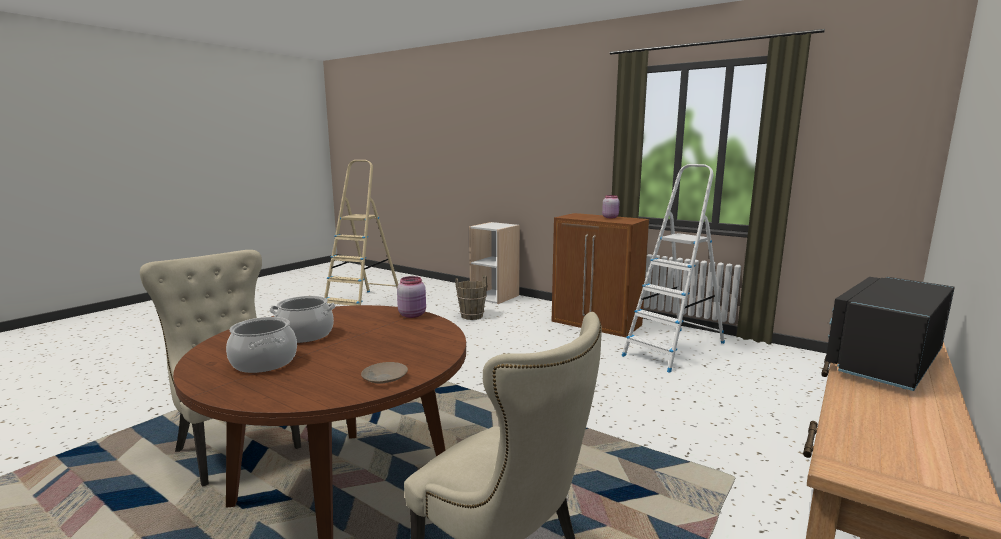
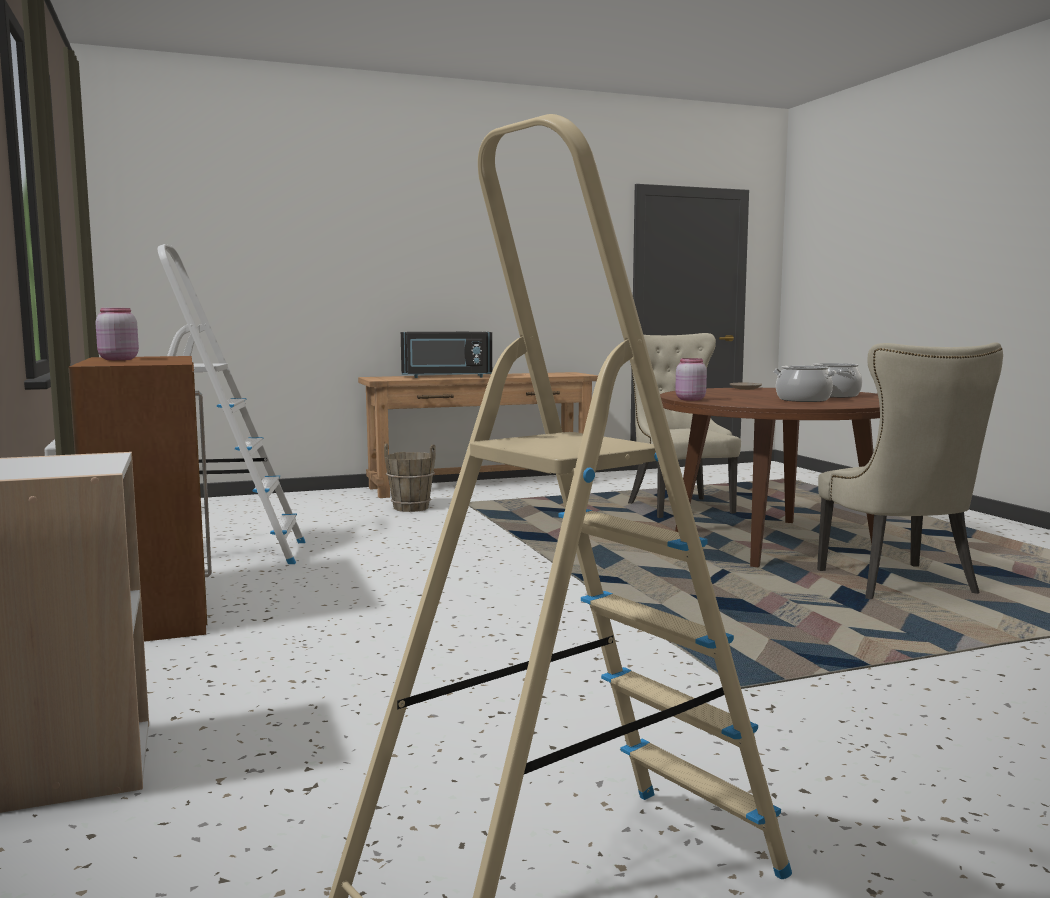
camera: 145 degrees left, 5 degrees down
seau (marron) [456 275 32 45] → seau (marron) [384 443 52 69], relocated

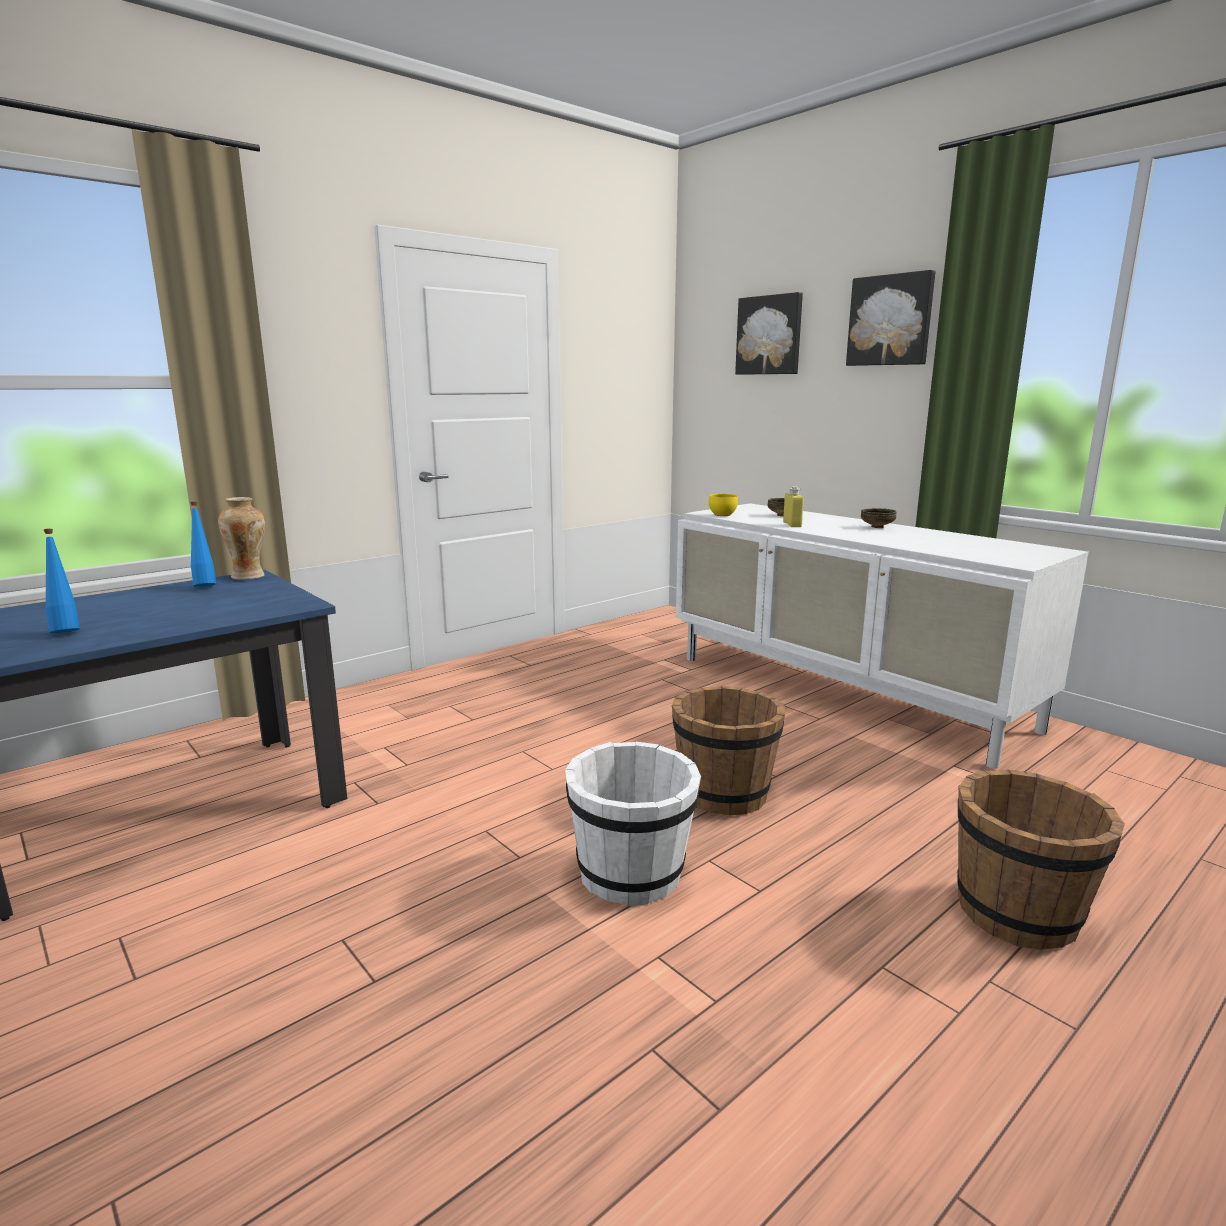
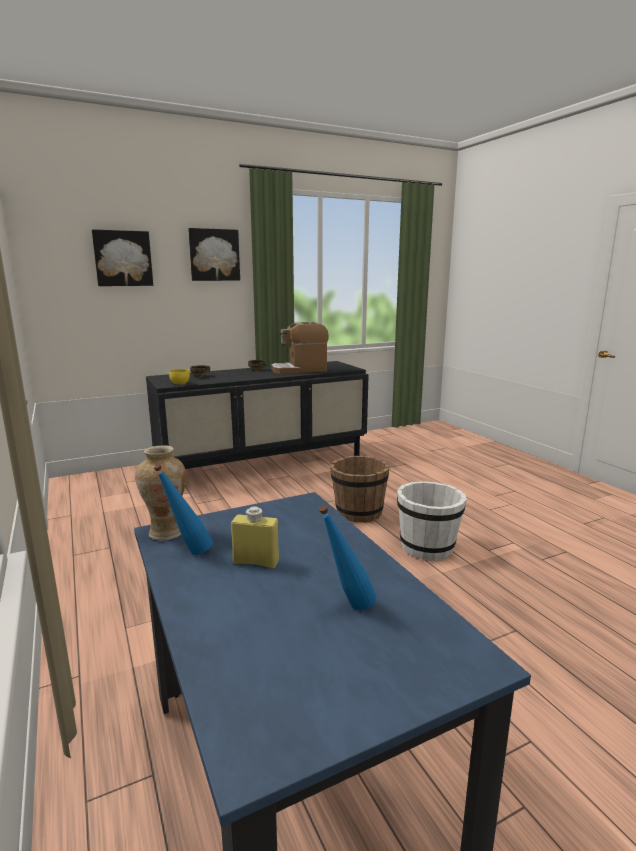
camera: 75 degrees left, 0 degrees up
bouteille (jaune) [783 486 21 41] → bouteille (jaune) [231 506 48 62], relocated
meuble de rangement (blanc) [676 503 413 266] → meuble de rangement (noir) [146 361 223 108]
seau (marron) [958 770 167 180] → -
- → machine à café [271 322 58 52]

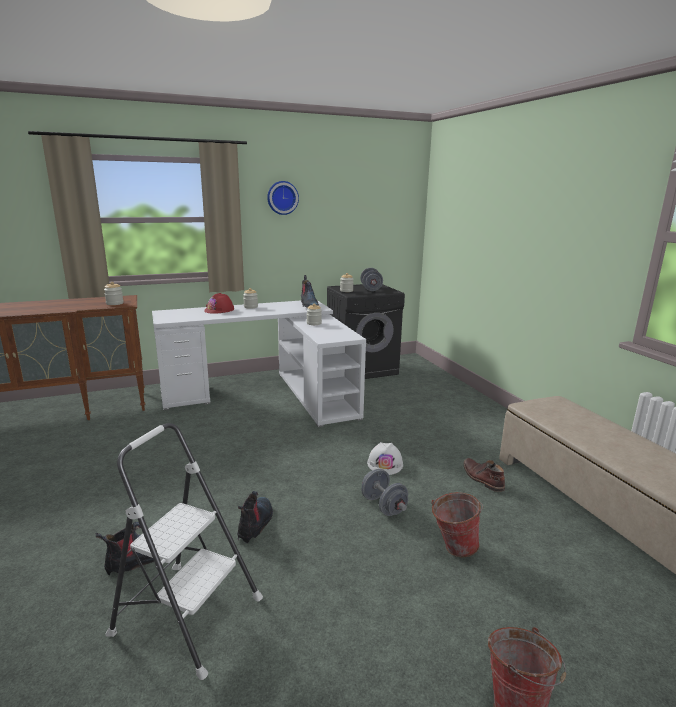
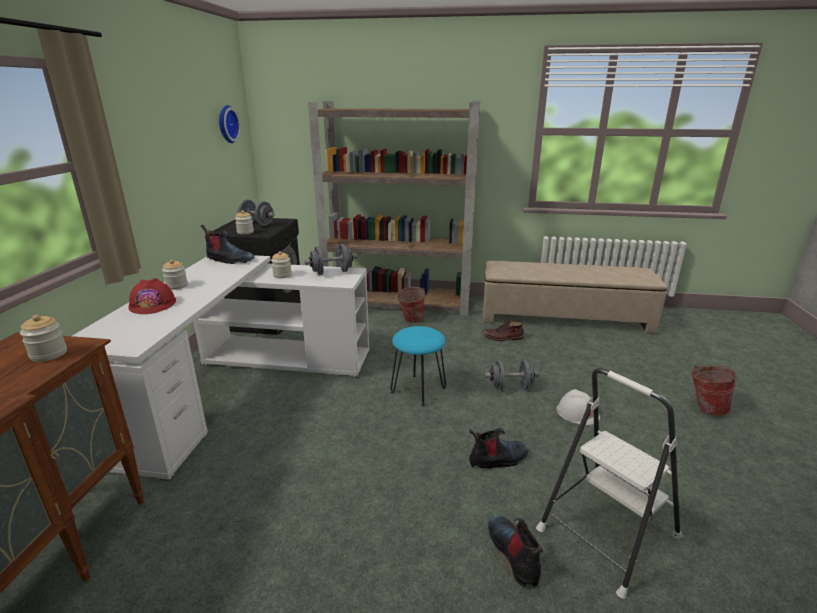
camera: 60 degrees left, 5 degrees up
horloge murale [267 181 32 34] → horloge murale [219 105 22 38], relocated
casque de chantier (blanc) [367 442 36 33] → casque de chantier (blanc) [556 389 44 36], relocated
botte [237 491 36 52] → botte [469 428 59 41], 120 degrees clockwise
seau [431 492 52 65] → seau [396 287 29 36], relocated
- → bibliothèque (marron) [308 101 172 215]
- → haltère (gris) [304 244 53 31]
- → tabouret (turquoise) [390 326 56 81]

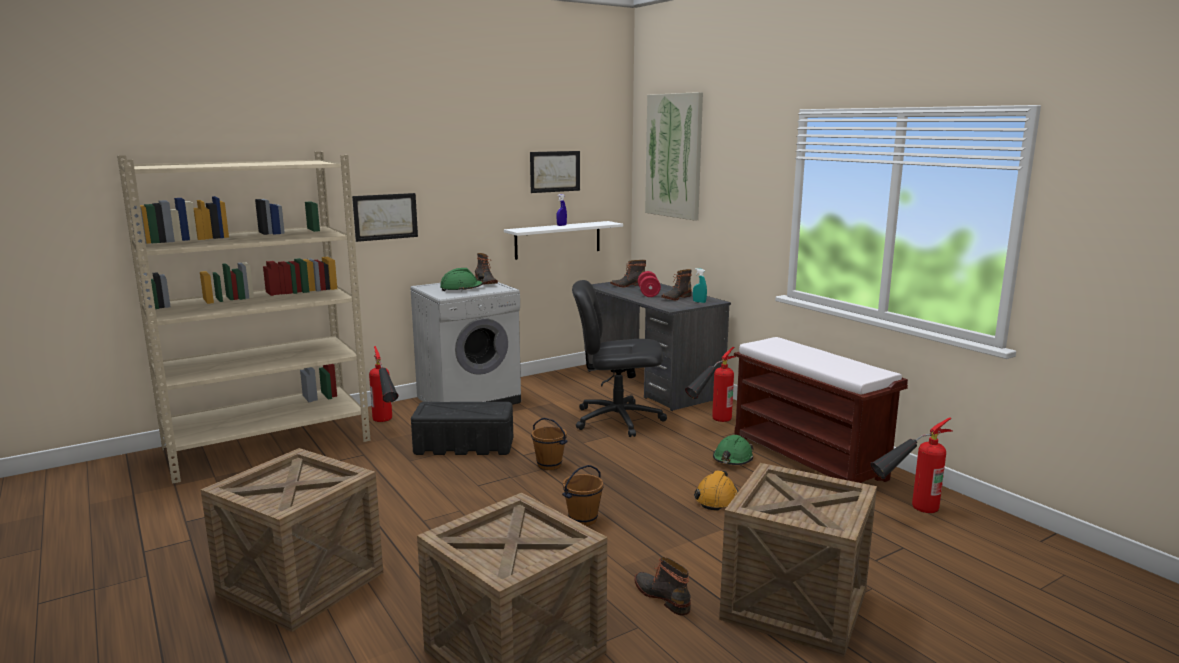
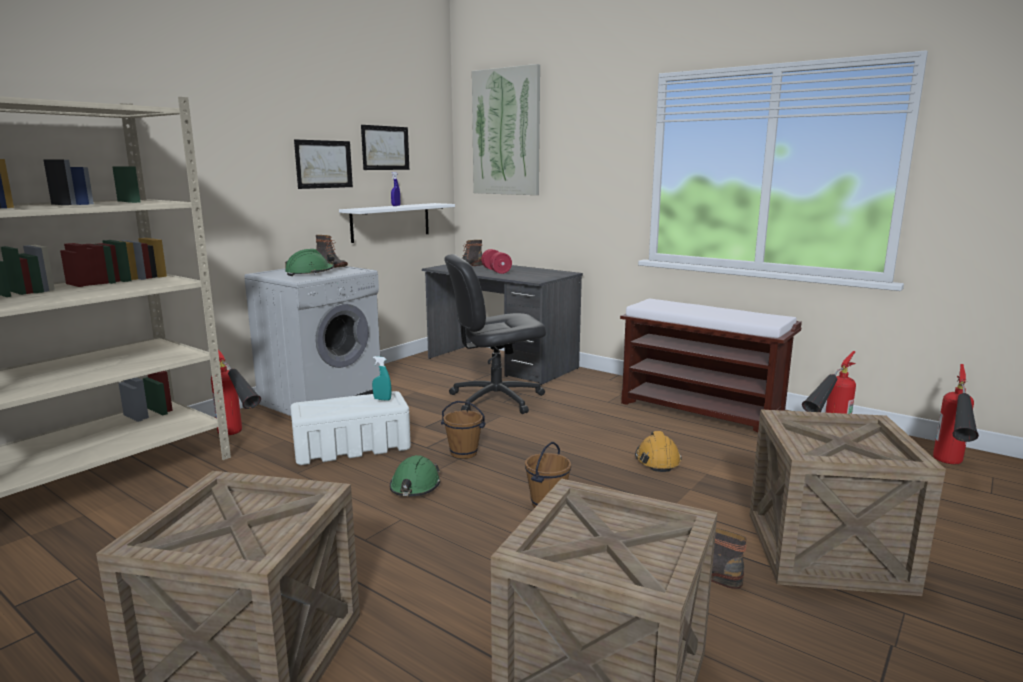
camera: 20 degrees left, 0 degrees up
tableau [352 193 66 49] → tableau [294 139 59 50], relocated
vaporisateur (turquoise) [693 268 14 35] → vaporisateur (turquoise) [372 356 19 45], relocated
botte [661 269 31 31] → -
extincteur [685 347 51 75] → extincteur [933 364 46 100], relocated
boîte de rangement (noir) [411 402 102 53] → boîte de rangement (blanc) [290 391 121 74]
casque de chantier (vert) [713 435 41 30] → casque de chantier (vert) [390 455 50 41], relocated

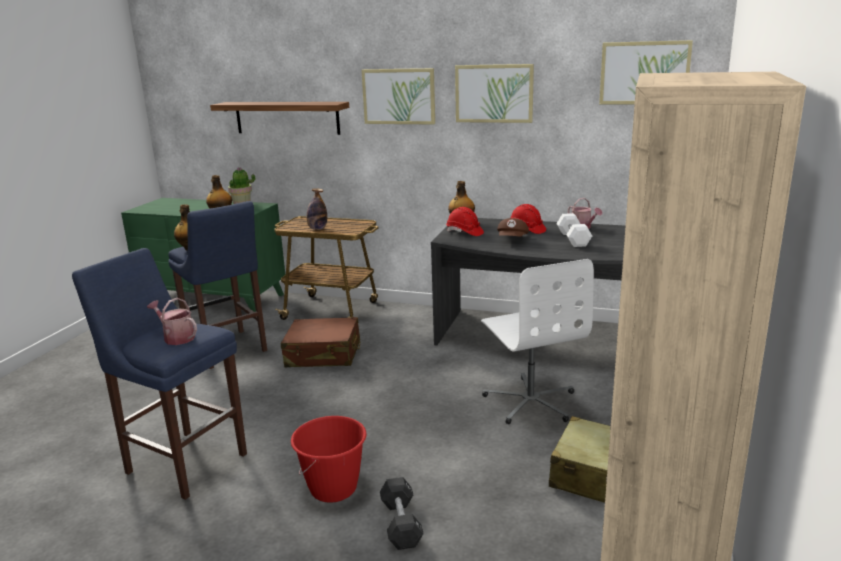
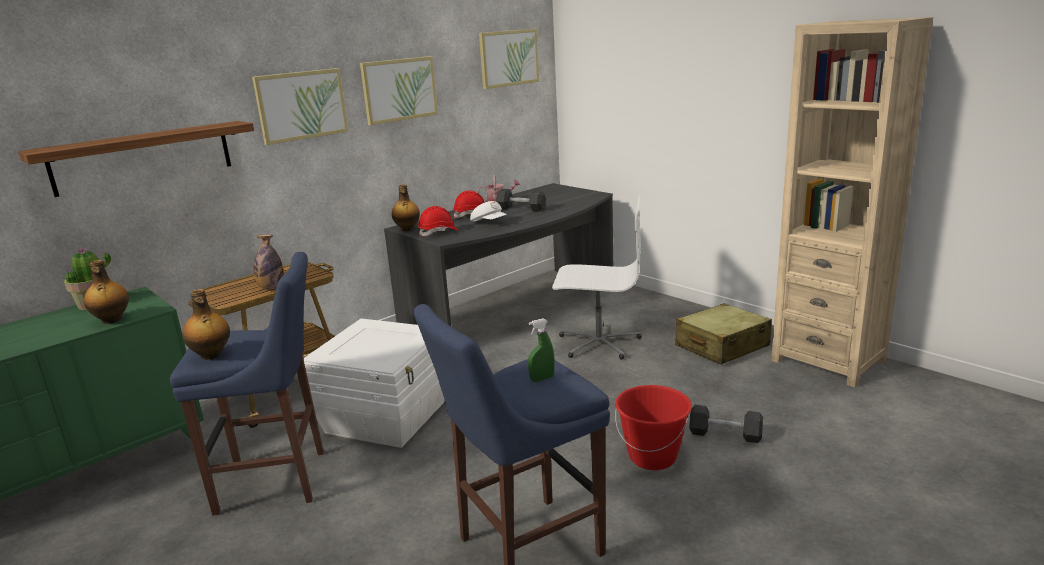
camera: 60 degrees left, 0 degrees up
haltère (blanc) [556 213 36 34] → haltère (noir) [496 189 50 23]
casquette (marron) [497 218 32 19] → casquette (blanc) [470 201 37 20]
arrosoir [147 298 50 47] → vaporisateur (vert) [528 318 27 64]
valise (marron) [281 317 79 50] → boîte de rangement (blanc) [303 319 142 129]

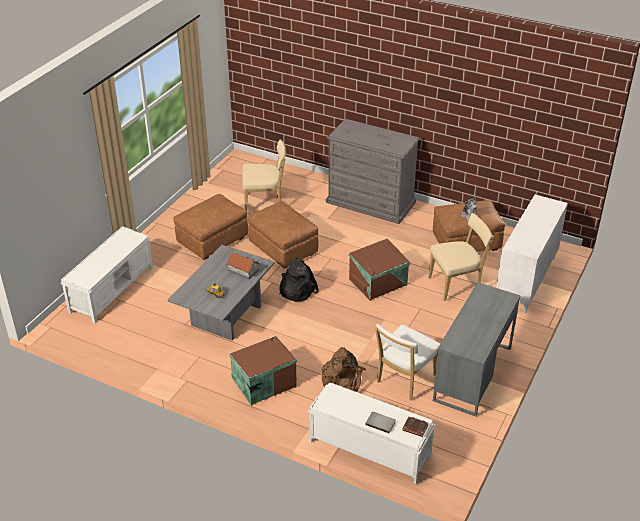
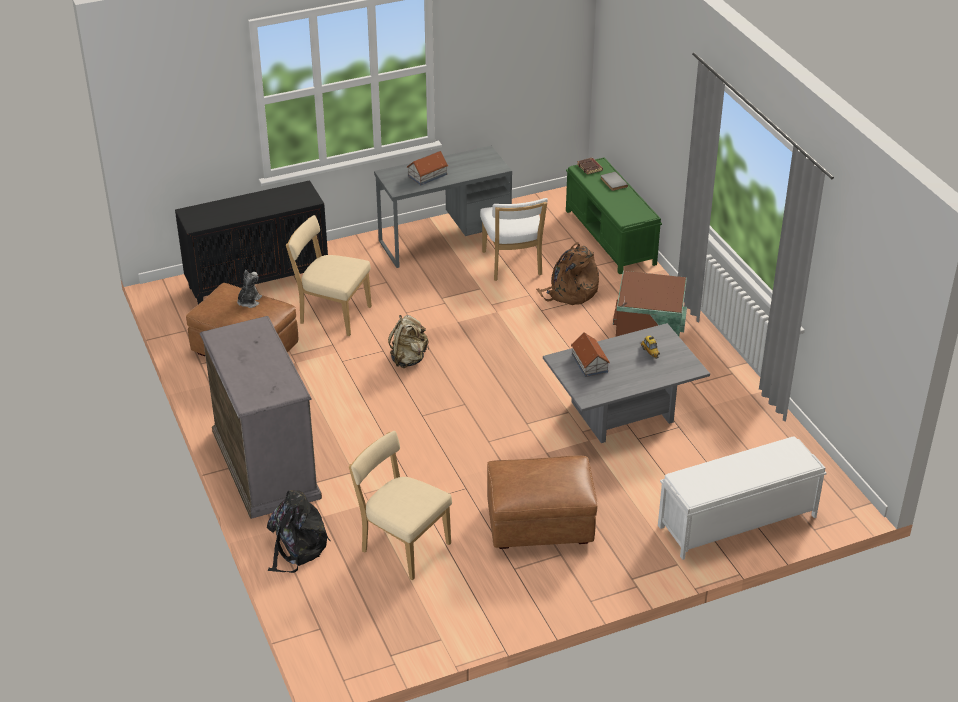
camera: 140 degrees left, 0 degrees up
meuble de rangement (blanc) [496 194 72 119] → meuble de rangement (noir) [175 180 153 124]
pouf (marron) [247 201 71 68] → -
boîte de rangement (marron) [349 239 61 62] → sac à dos (beige) [388 315 41 53]
sac à dos (noir) [279 258 40 43] → sac à dos (noir) [267 490 64 83], relocated
chaise (blanc) [375 324 65 77] → chaise (blanc) [480 198 68 83], 90 degrees clockwise
banc (blanc) [308 383 128 102] → banc (vert) [566 157 96 117]
- → maison miniature [407 151 41 34]

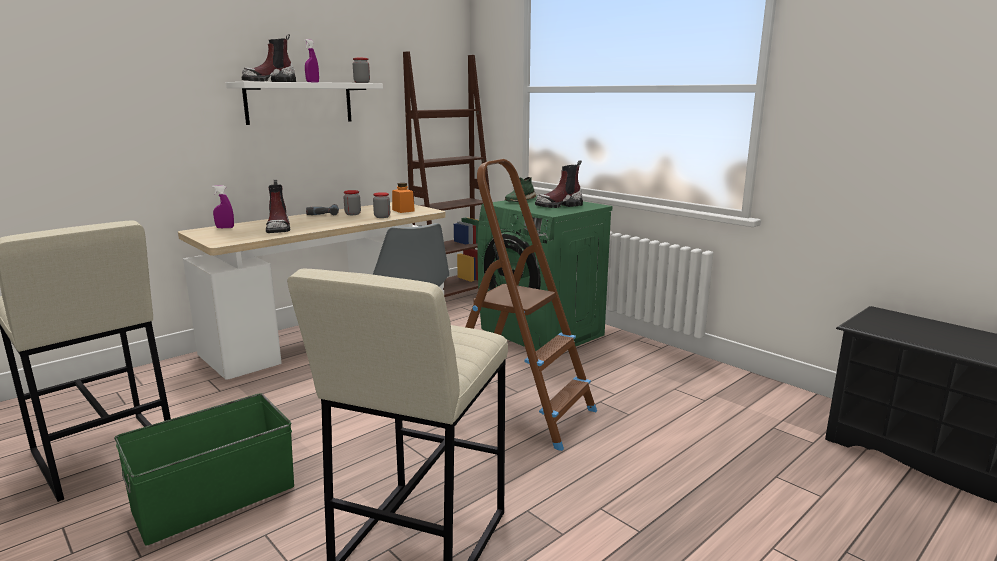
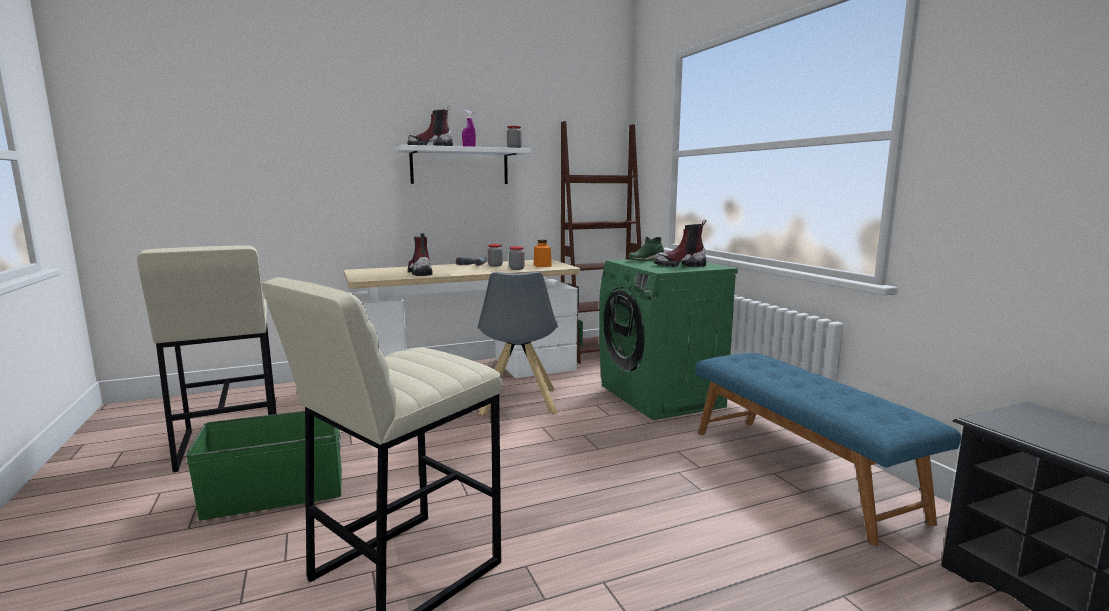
camera: 20 degrees right, 5 degrees down
escabeau (marron) [465 159 132 292] → -
botte [266 180 24 53] → botte [408 233 25 43], 150 degrees clockwise
vaporisateur (violet) [212 185 22 43] → -
- → banc (bleu) [695 353 266 193]

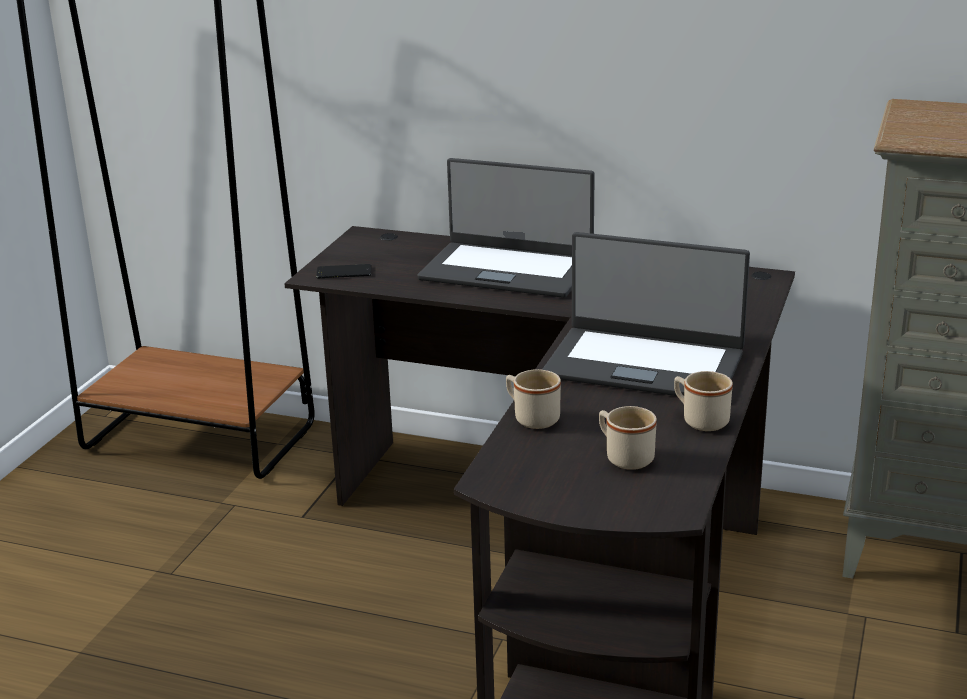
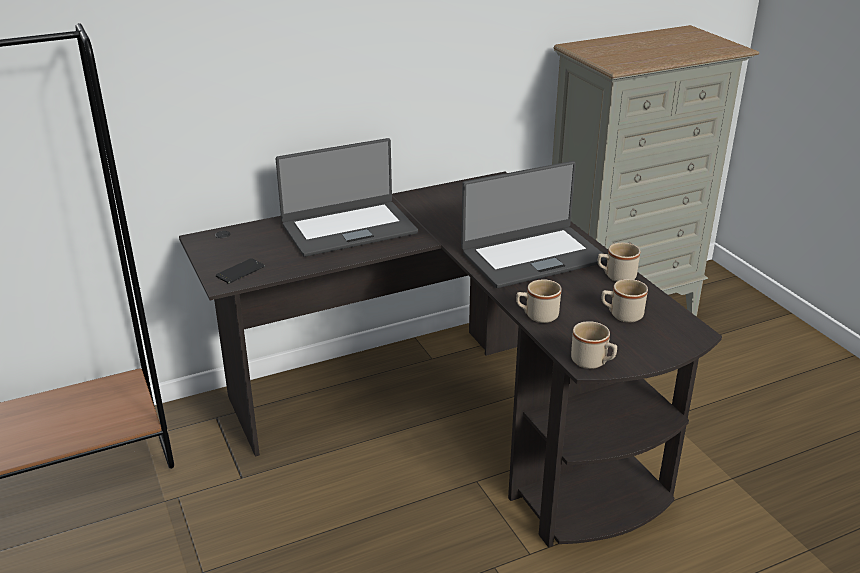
camera: 45 degrees left, 5 degrees up
- → mug (beige) [571 321 46 48]

